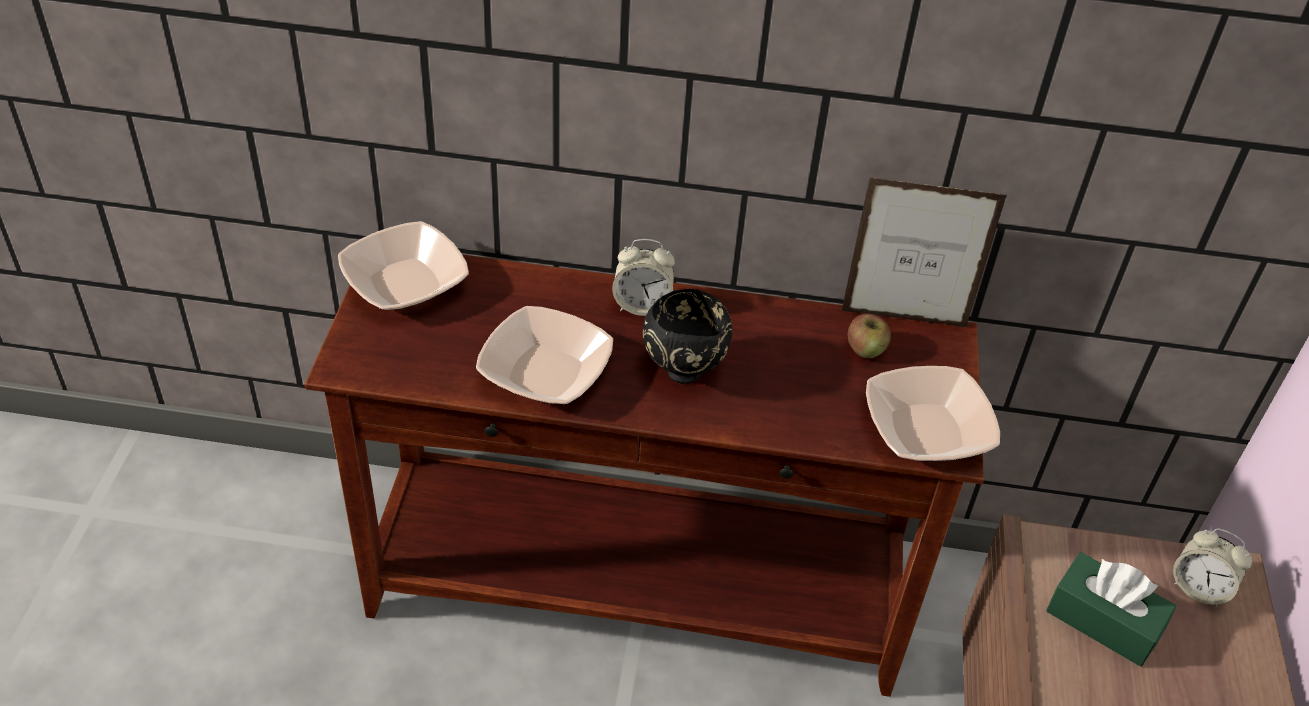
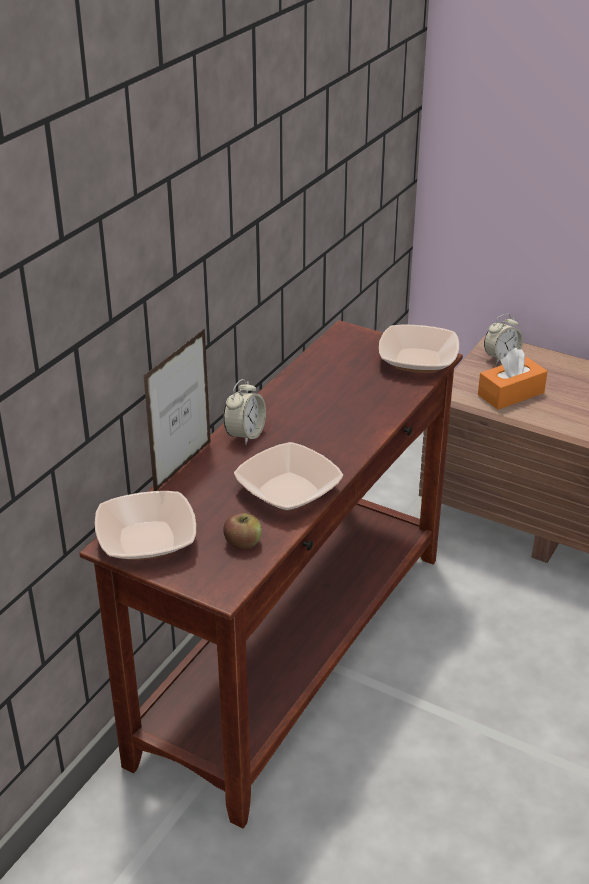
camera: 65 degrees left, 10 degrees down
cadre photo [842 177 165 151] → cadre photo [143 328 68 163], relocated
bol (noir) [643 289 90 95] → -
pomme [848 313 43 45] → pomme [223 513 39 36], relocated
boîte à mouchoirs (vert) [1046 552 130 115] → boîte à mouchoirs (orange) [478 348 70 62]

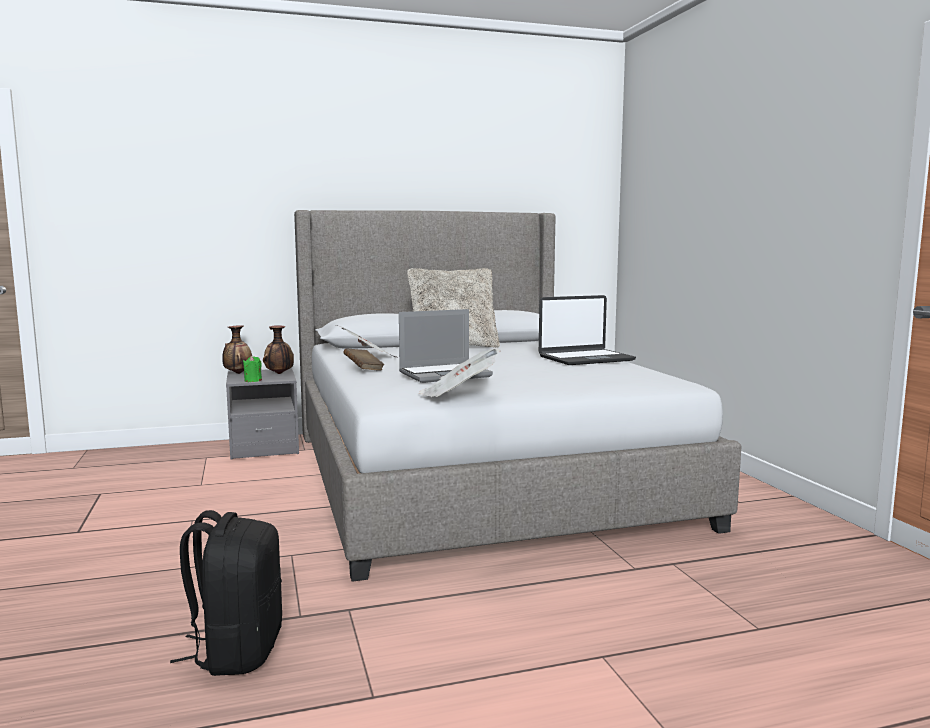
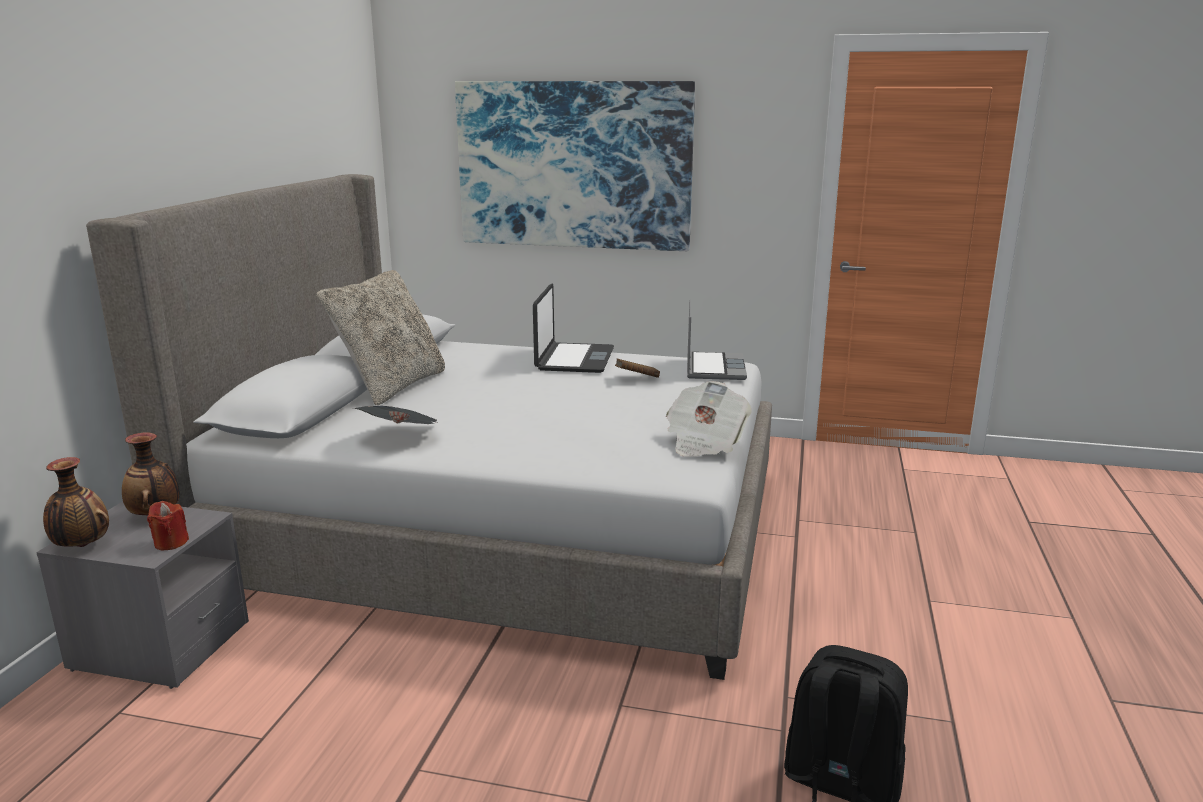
camera: 60 degrees left, 10 degrees up
ordinateur portable [399 309 94 74] → ordinateur portable [687 299 60 81], relocated
livre (marron) [343 349 41 22] → livre (marron) [615 359 45 19], relocated
bougie (vert) [243 356 19 26] → bougie (rouge) [147 501 42 49]
- → tableau [455 81 240 170]

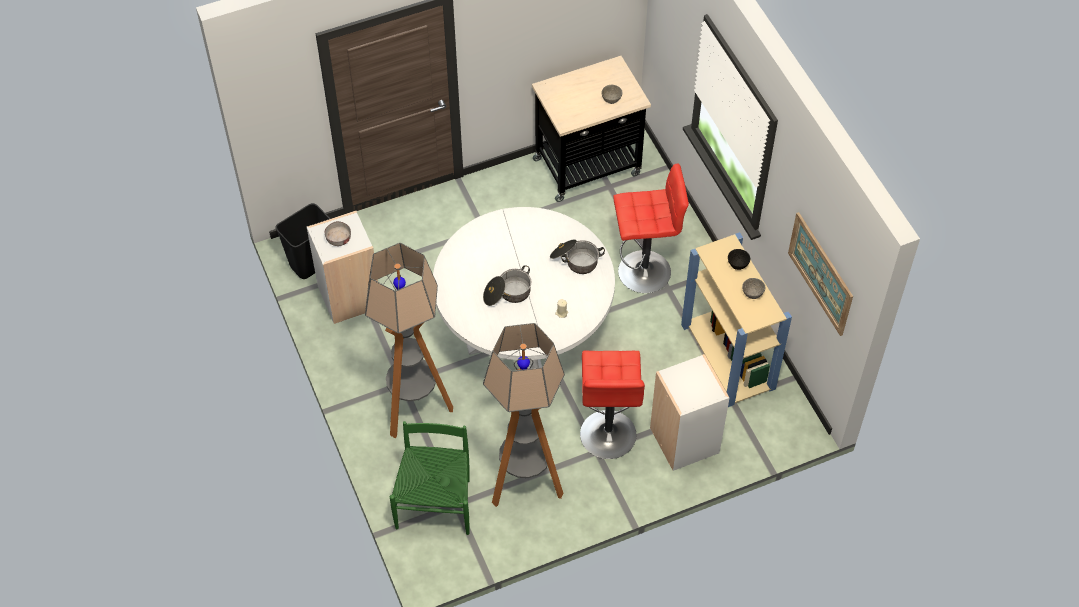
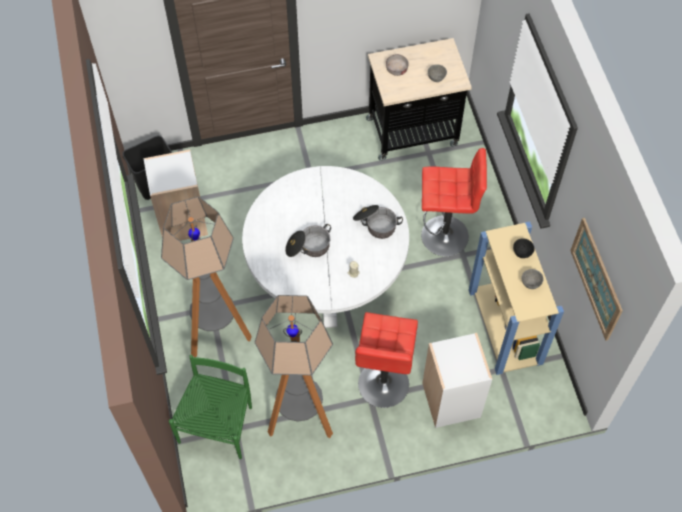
camera: 10 degrees right, 5 degrees up
bol (gris) [325 221 26 25] → bol (gris) [386 54 23 22], relocated

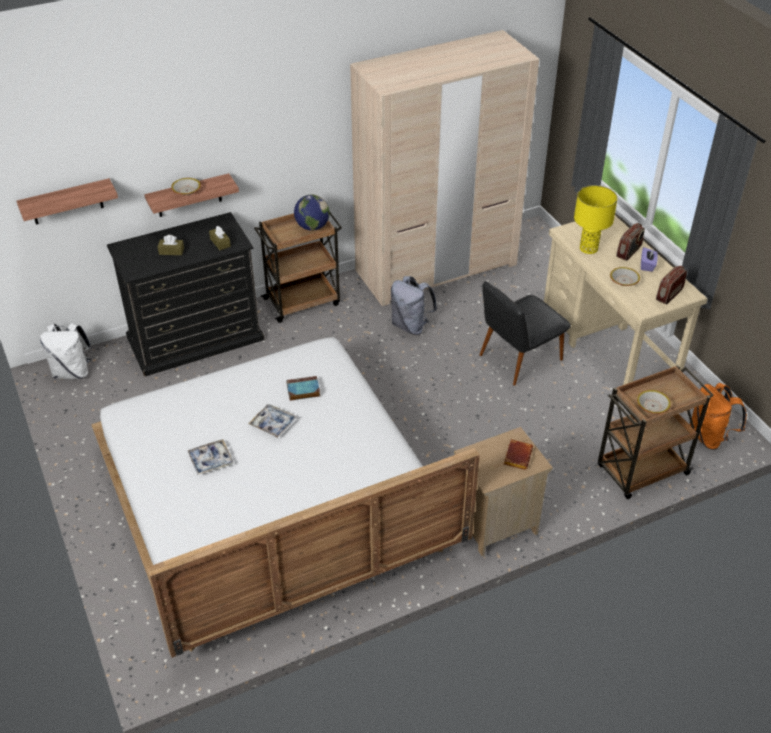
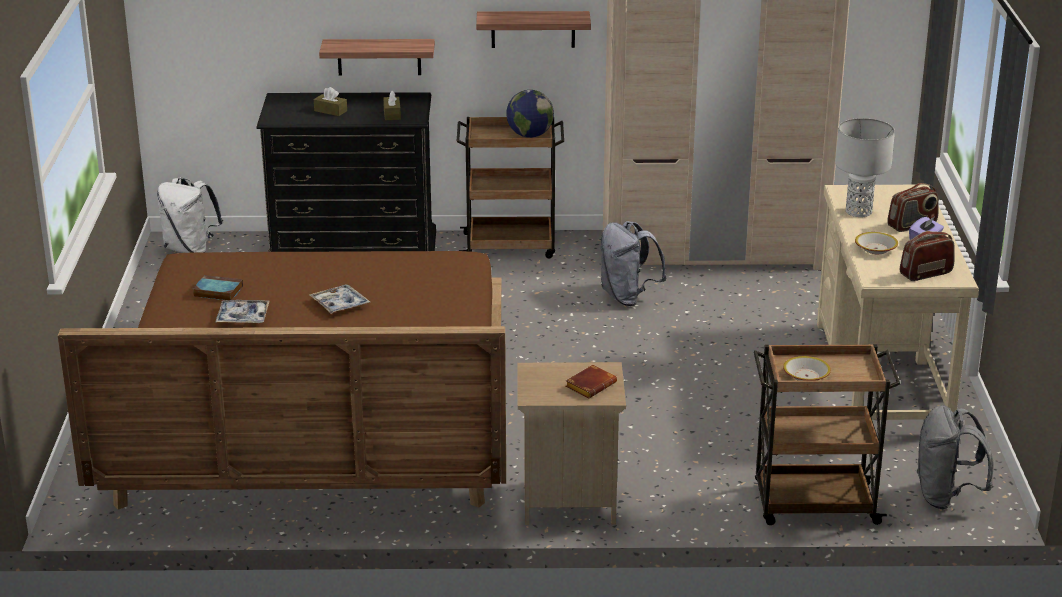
camera: 25 degrees right, 15 degrees down
étagère [17 178 101 46] → étagère [476 11 115 37], relocated
bol [171 178 30 17] → -
lampe de table (jaune) [574 185 44 69] → lampe de table (blanc) [835 118 60 99]
chaise (noir) [480 281 91 105] → -
lit (blanc) [91 337 389 321] → lit (marron) [58 251 448 259]
livre [286 376 34 25] → livre [193 275 50 25], relocated
sac à dos (orange) [690 383 57 67] → sac à dos (gris) [916 405 78 104]

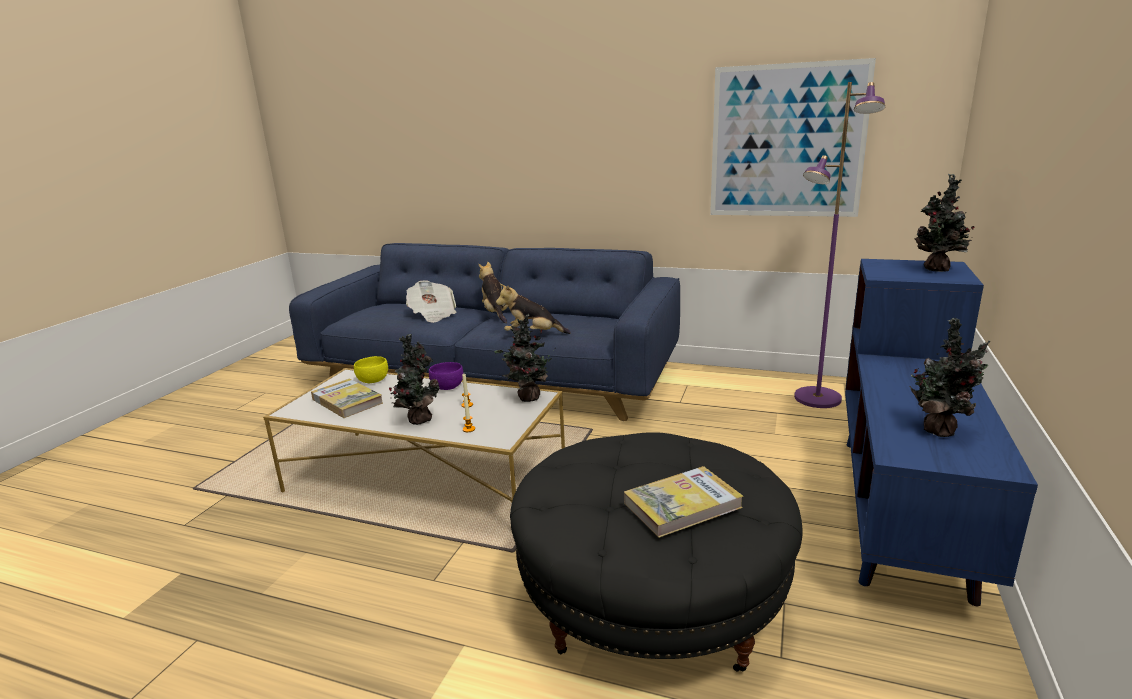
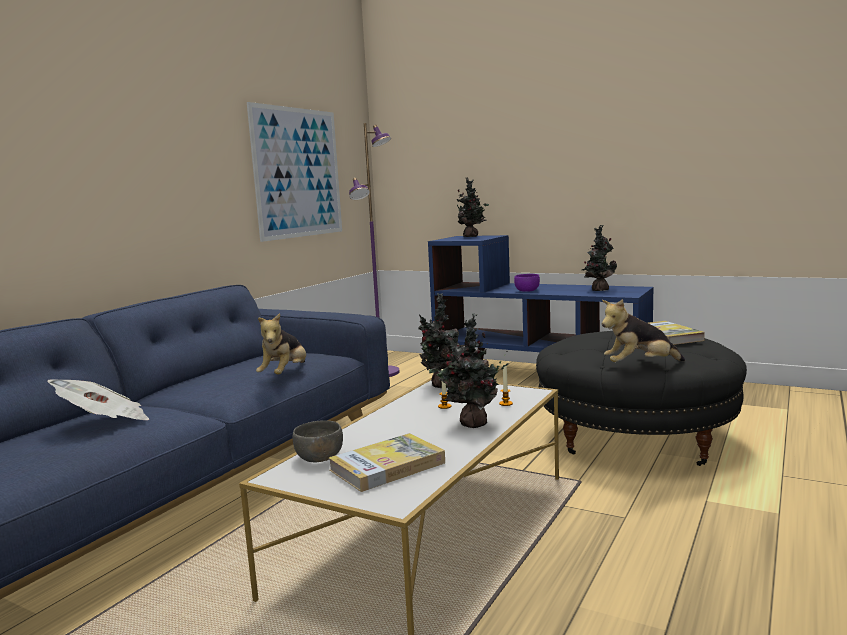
camera: 80 degrees left, 10 degrees down
peluche [478 262 31 61] → peluche [602 299 83 63], relocated
bol (jaune) [354 356 34 27] → bol (gris) [293 420 50 42]
bol (violet) [429 362 34 28] → bol (violet) [514 274 26 18], relocated

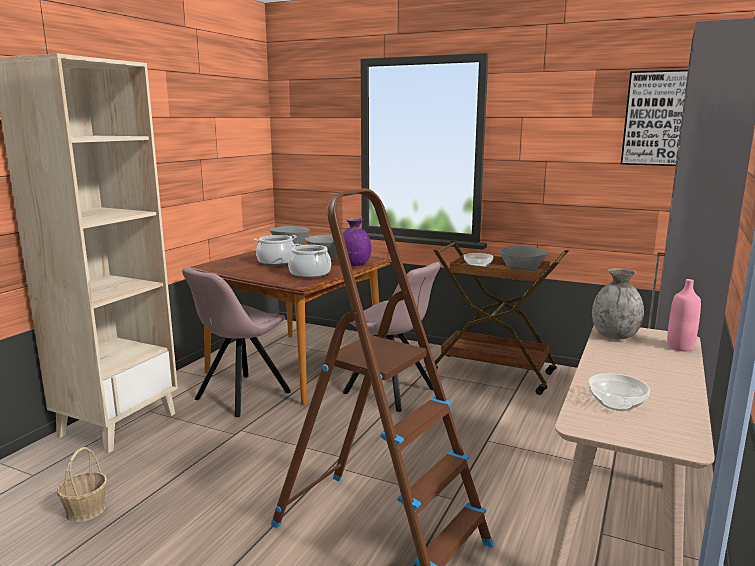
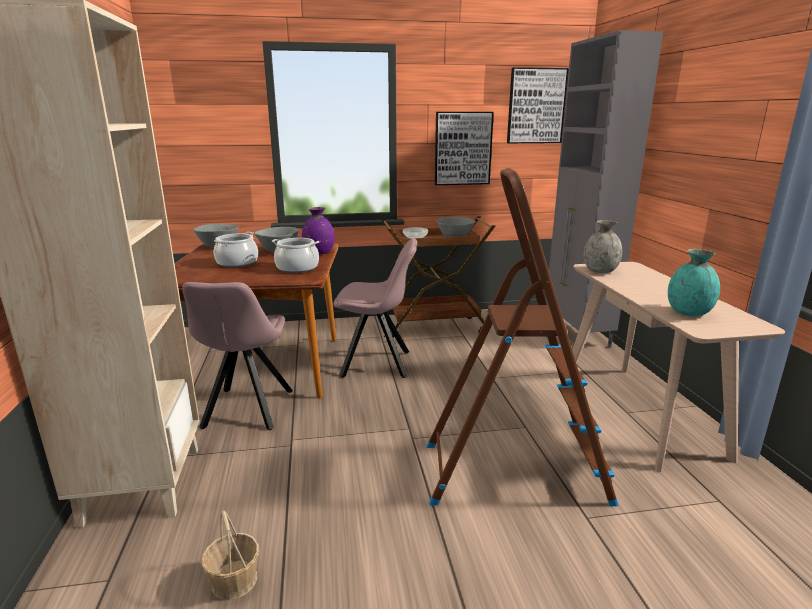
camera: 35 degrees left, 5 degrees up
bouteille (rose) [667 279 34 72] → -
bol [588 373 62 38] → vase (turquoise) [668 249 52 67]
- → tableau [435 112 59 73]

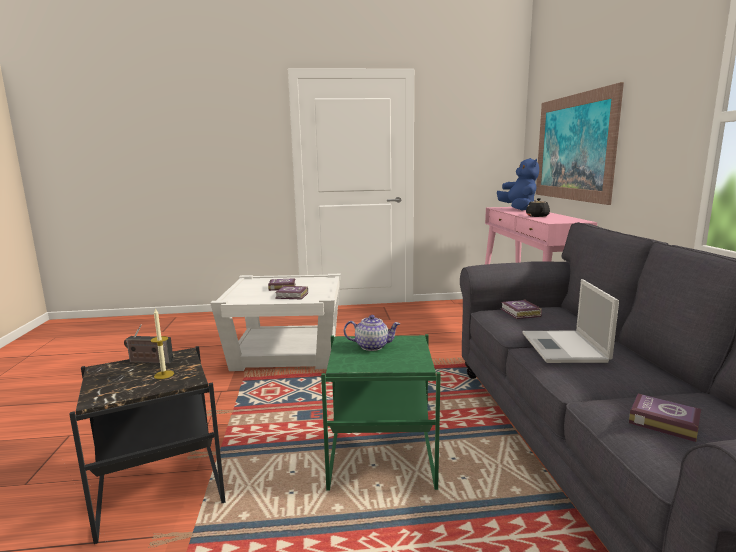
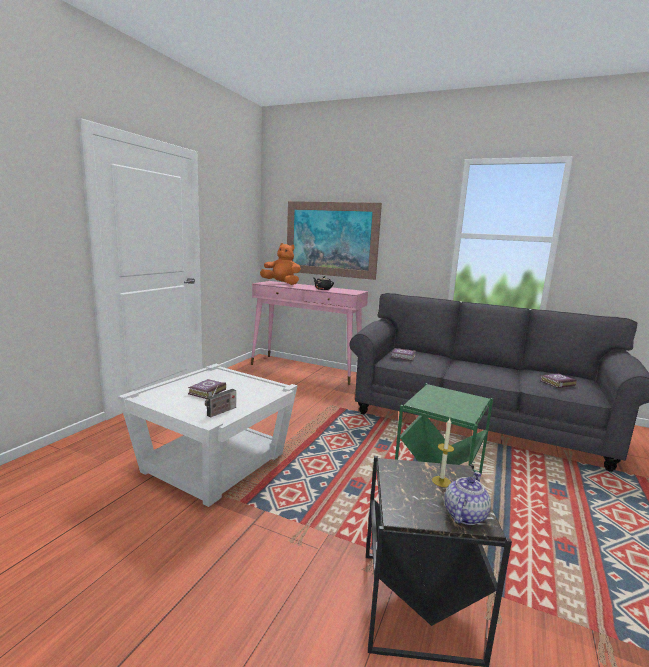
camera: 60 degrees left, 0 degrees up
peluche (bleu) [497 158 42 52] → peluche (orange) [260 243 41 42]
ordinateur portable [522 279 97 84] → -
livre [275 286 33 14] → -
théière [344 315 56 36] → théière [445 472 46 53], relocated
radio [124 324 50 40] → radio [205 385 31 32], relocated

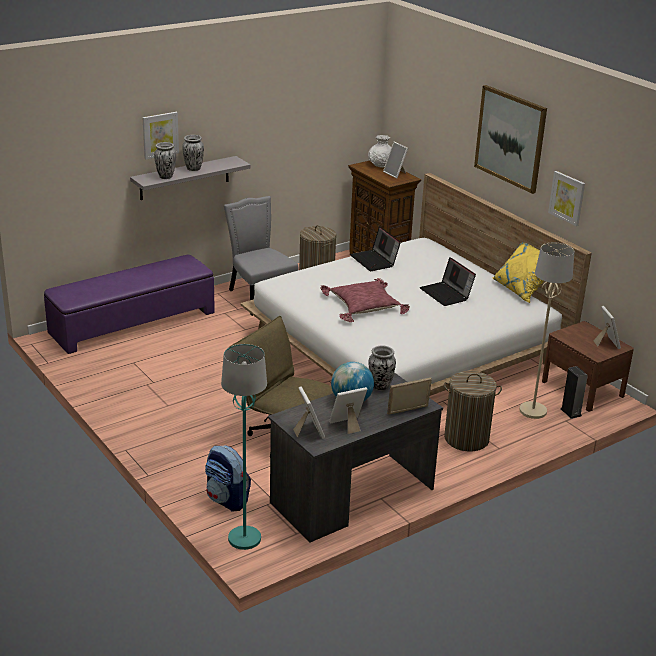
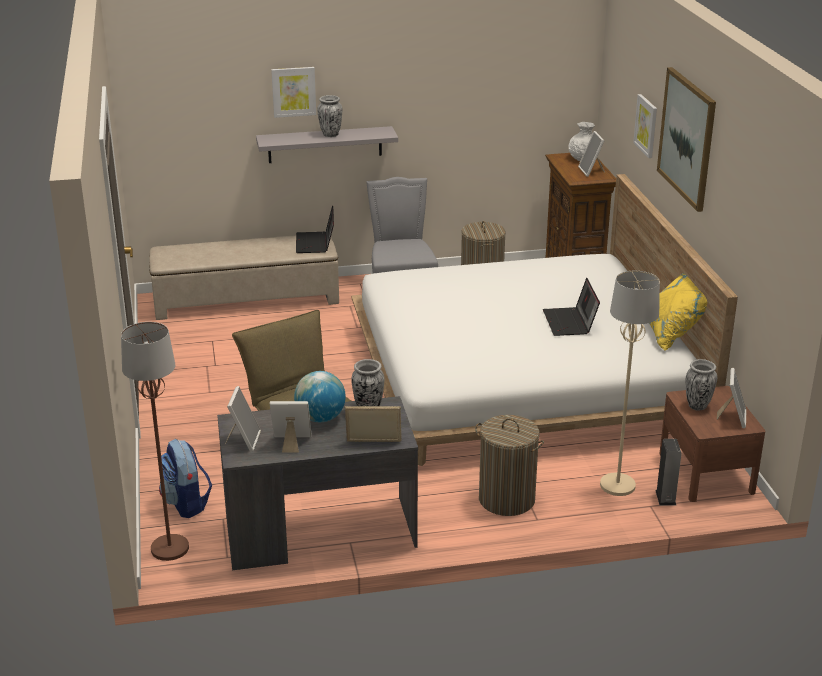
camera: 25 degrees right, 0 degrees up
vase [154 142 22 37] → vase [686 359 31 51], relocated
tableau [548 171 37 55] → tableau [633 94 24 64], relocated
ordinateur portable [350 226 51 45] → ordinateur portable [296 205 38 48], relocated
banc (violet) [44 255 171 99] → banc (beige) [149 235 190 85]
coussin (rouge) [320 278 90 44] → -
lampadaire (turquoise) [221 344 46 206] → lampadaire (marron) [121 322 68 239]

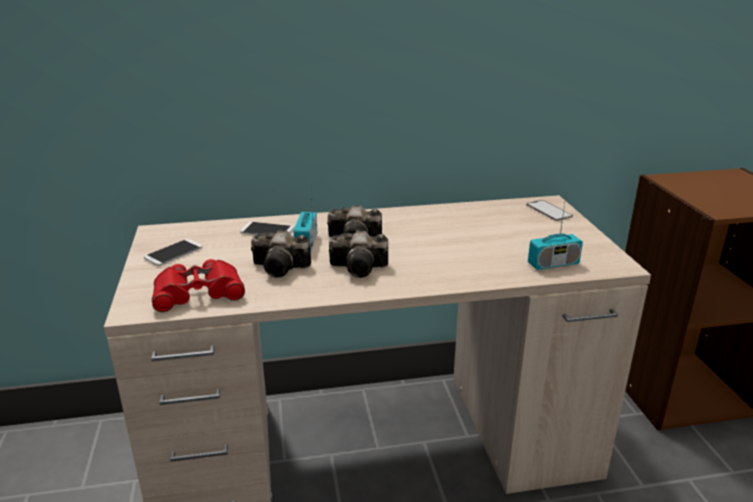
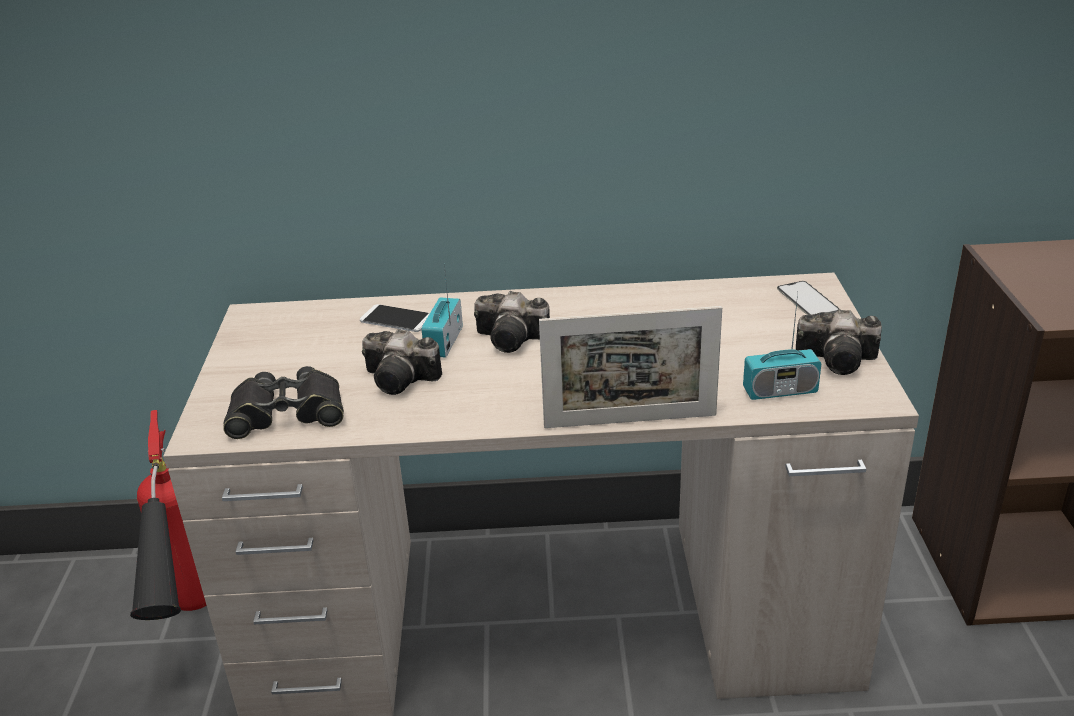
camera: 10 degrees right, 5 degrees up
appareil photo [329 230 59 48] → appareil photo [796 309 86 66], relocated
téléphone [144 239 58 27] → -
jumelles (rouge) [152 259 93 53] → jumelles (noir) [223 366 121 73]
- → cadre photo [539 306 183 122]
- → extincteur [130 410 77 210]

